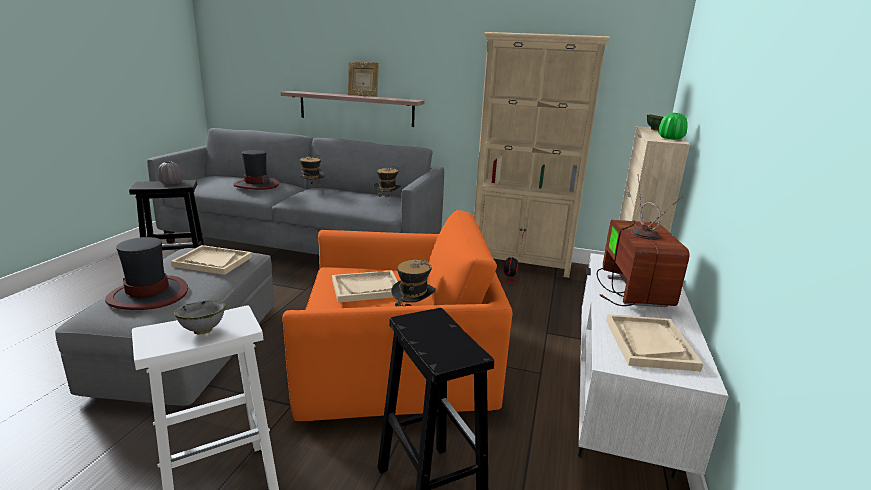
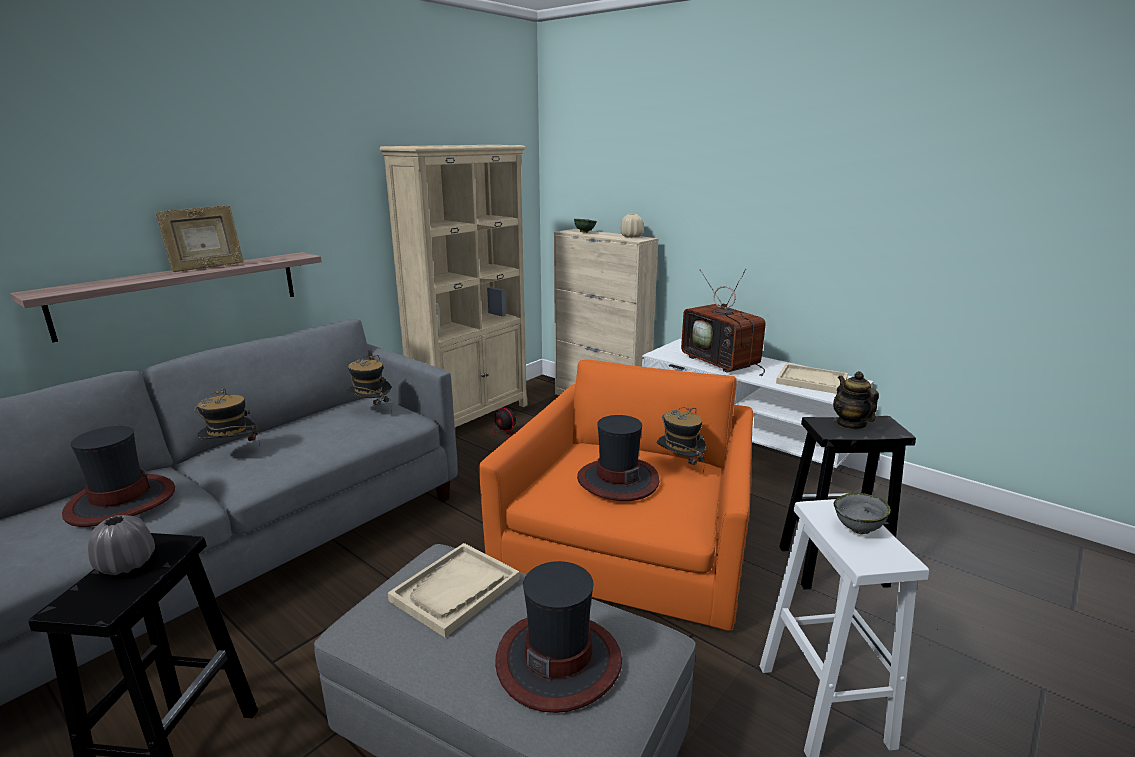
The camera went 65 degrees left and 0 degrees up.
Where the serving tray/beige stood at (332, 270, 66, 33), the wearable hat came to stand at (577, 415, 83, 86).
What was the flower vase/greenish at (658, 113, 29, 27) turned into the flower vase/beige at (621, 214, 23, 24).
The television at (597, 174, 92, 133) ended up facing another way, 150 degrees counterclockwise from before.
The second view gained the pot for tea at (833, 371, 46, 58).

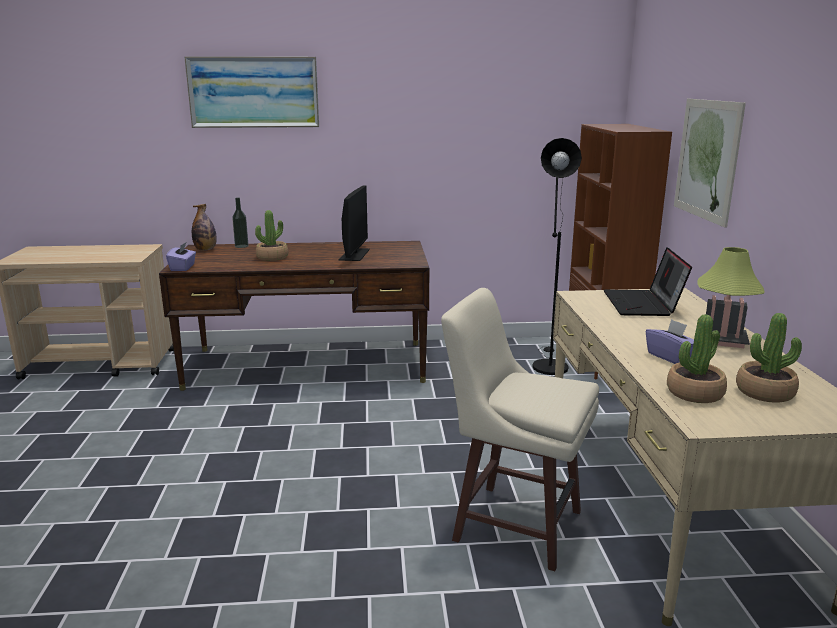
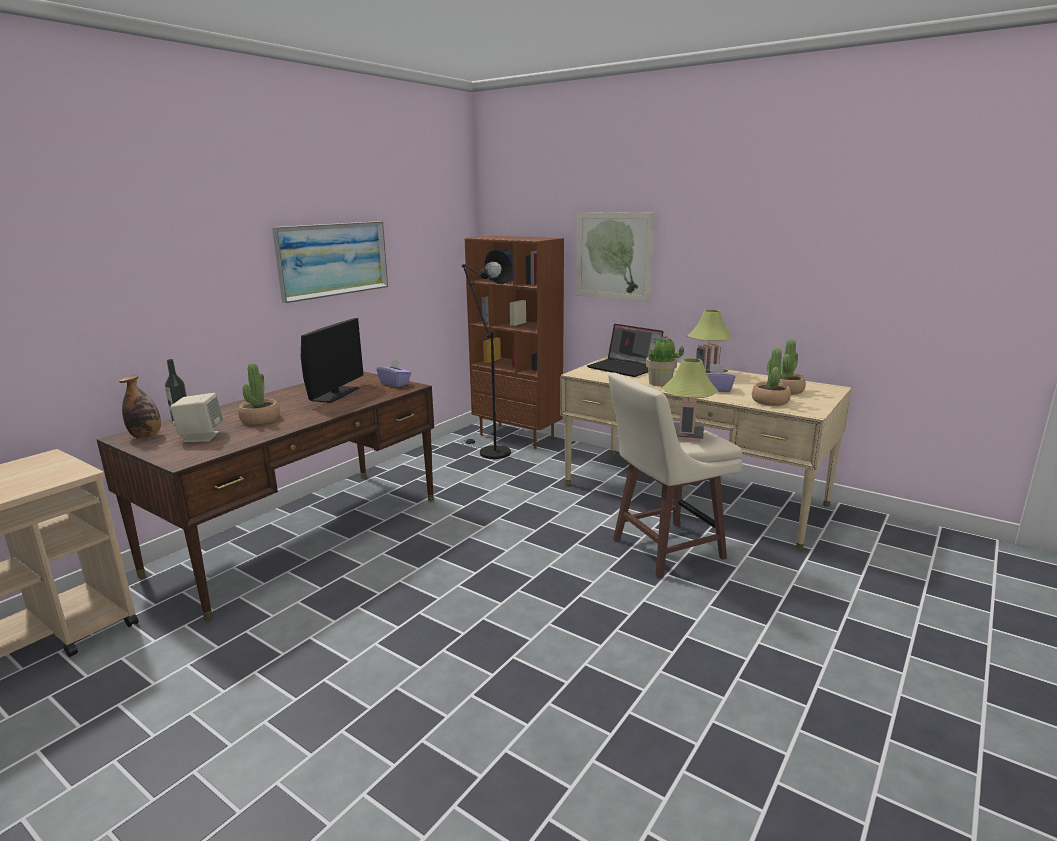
The camera went 50 degrees left and 0 degrees up.
The second view gained the audio speaker/beige at (170, 393, 53, 49).
The wall art ended up elsewhere, having gone from (184, 56, 135, 72) to (272, 221, 116, 82).
The computer display at (339, 186, 31, 75) ended up facing another way, 60 degrees clockwise from before.
The tissue box/purple-coloured ended up elsewhere, having gone from (166, 243, 30, 28) to (377, 359, 34, 28).
The second view gained the potted plant at (646, 335, 38, 51).
The second view gained the lamp for a table at (662, 358, 57, 84).

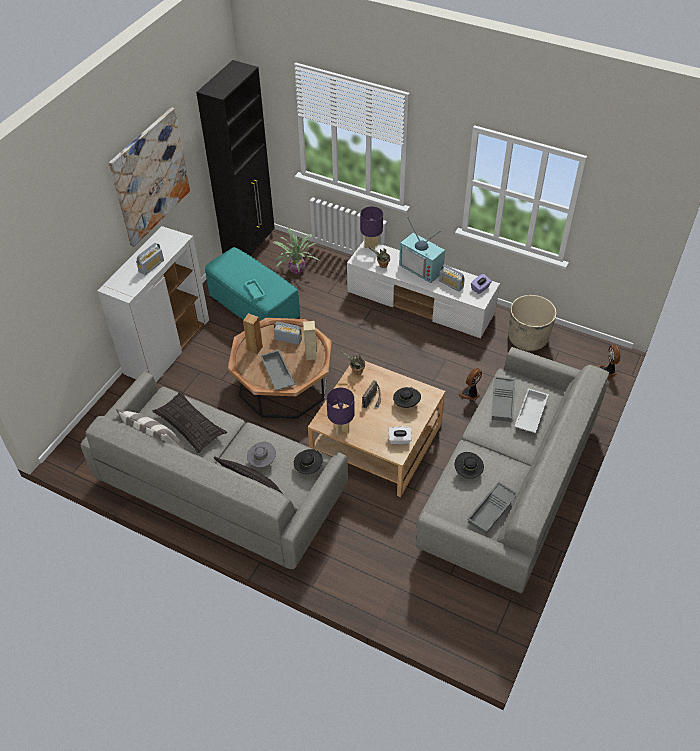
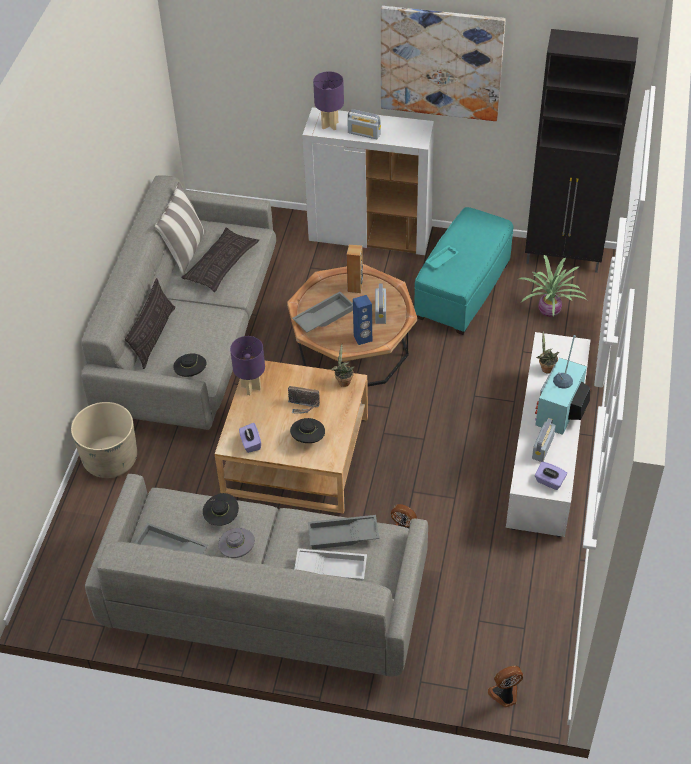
The camera went 75 degrees right and 0 degrees up.
The flower pot/beige ended up elsewhere, having gone from (508, 295, 48, 56) to (71, 402, 66, 76).
The wearable hat/gray ended up elsewhere, having gone from (247, 442, 29, 26) to (218, 528, 37, 30).
What was the tissue box/whitish at (388, 426, 24, 18) turned into the tissue box/purple-coloured at (239, 423, 22, 30).
The lamp for a table/purple-coloured ended up elsewhere, having gone from (360, 206, 23, 44) to (313, 71, 31, 59).
What was the audio speaker/beige at (303, 321, 14, 39) turned into the audio speaker/blue at (353, 295, 19, 50).

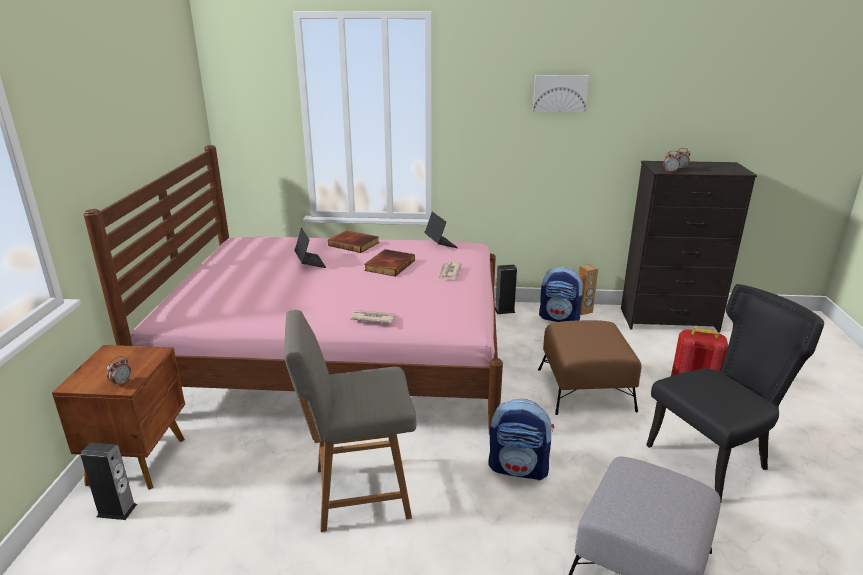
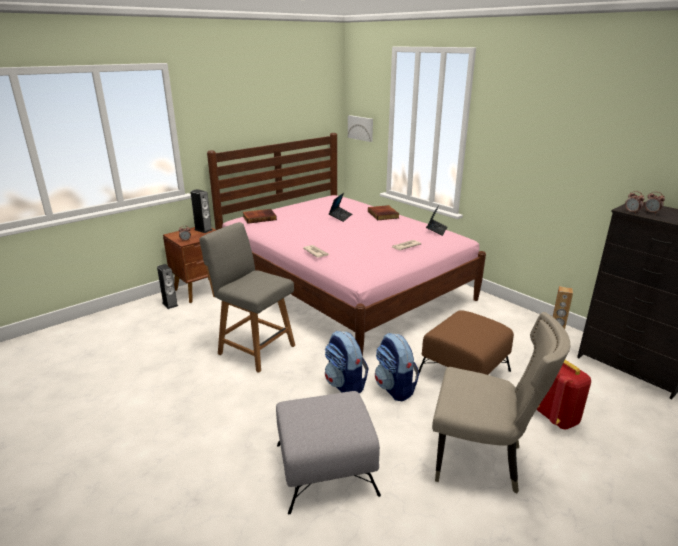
The camera went 45 degrees right and 0 degrees up.
The audio speaker ended up elsewhere, having gone from (495, 265, 22, 49) to (190, 189, 23, 44).
The volume ended up elsewhere, having gone from (364, 249, 51, 28) to (243, 209, 34, 15).
The wall art ended up elsewhere, having gone from (533, 75, 56, 37) to (348, 115, 25, 27).
The rucksack ended up elsewhere, having gone from (539, 267, 46, 55) to (375, 333, 45, 68).
What was the upright chair/black-coloured at (646, 284, 178, 217) turned into the upright chair/beige at (432, 312, 138, 181).

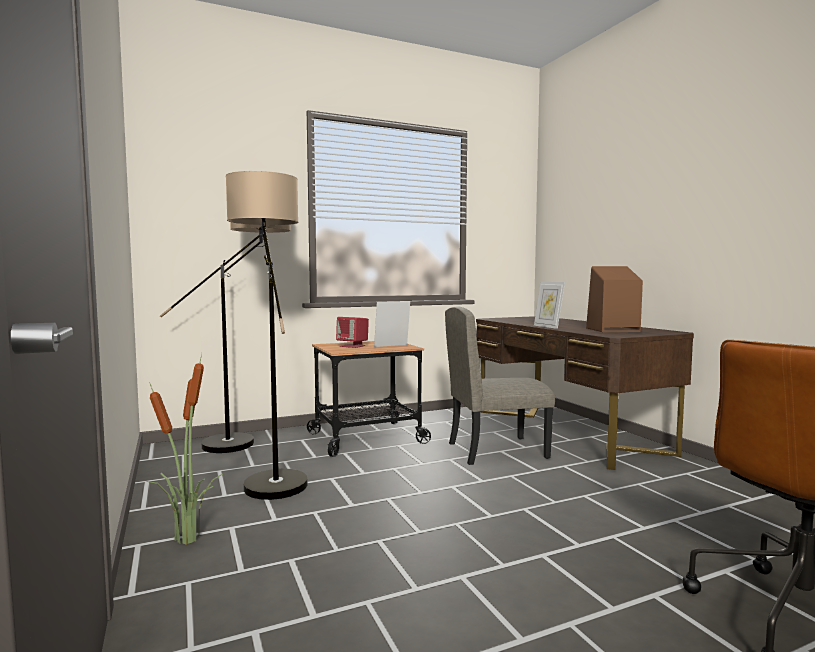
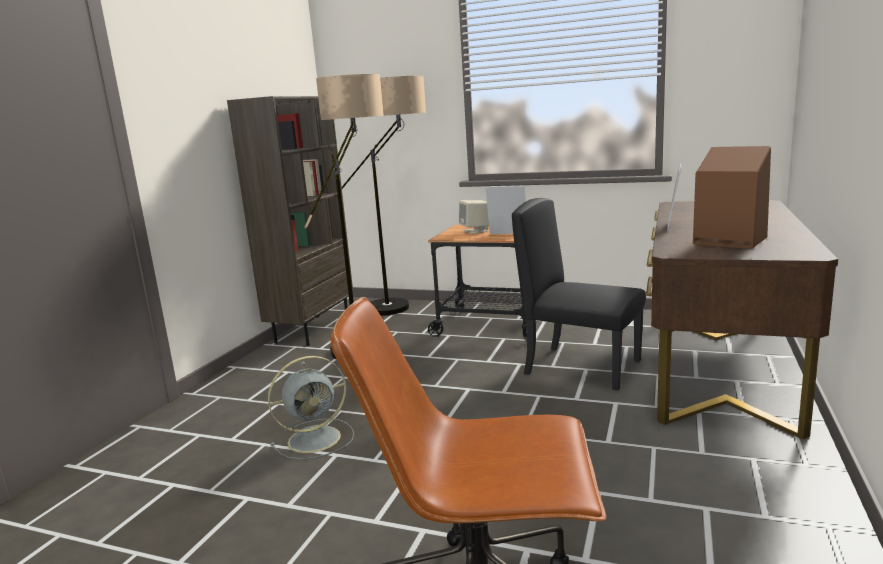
The camera went 45 degrees right and 10 degrees up.
The second view gained the shelving unit/brownish at (227, 96, 126, 250).
The second view gained the fan/gray at (268, 356, 86, 104).
What was the audio speaker/red at (336, 317, 33, 31) turned into the audio speaker/beige at (459, 200, 30, 34).
What was the upright chair/beige at (445, 307, 110, 158) turned into the upright chair/black-coloured at (512, 198, 134, 193).
The second view lost the potted plant at (146, 354, 77, 191).

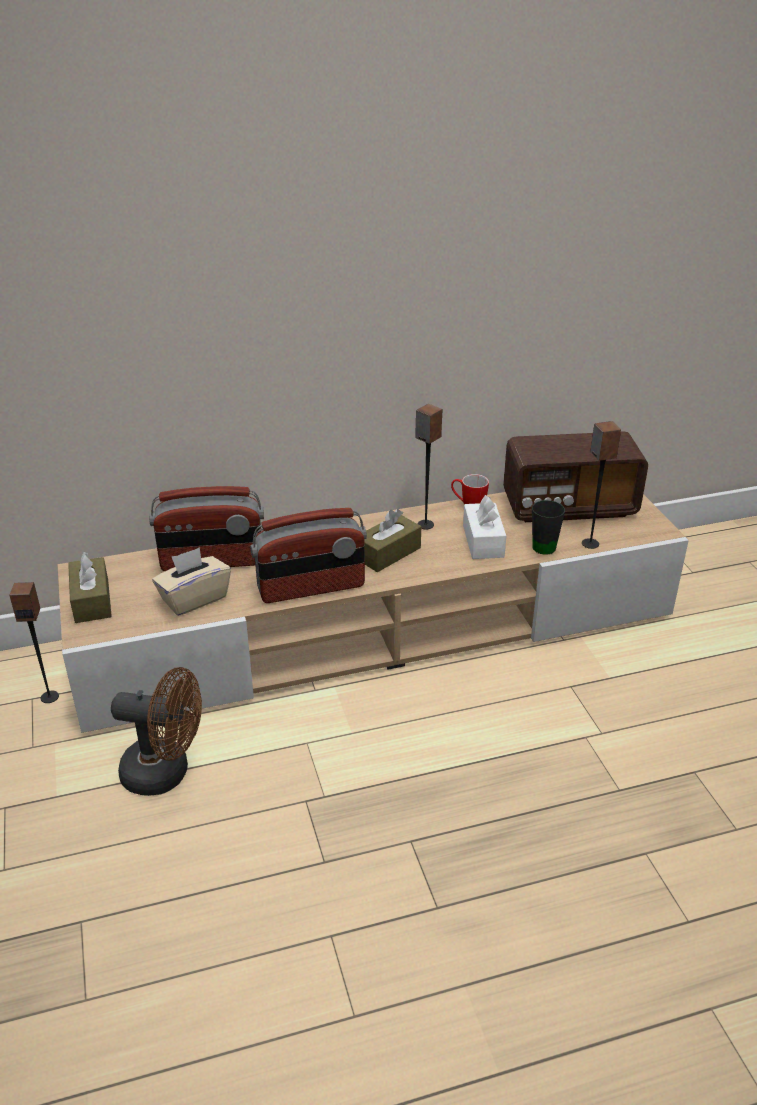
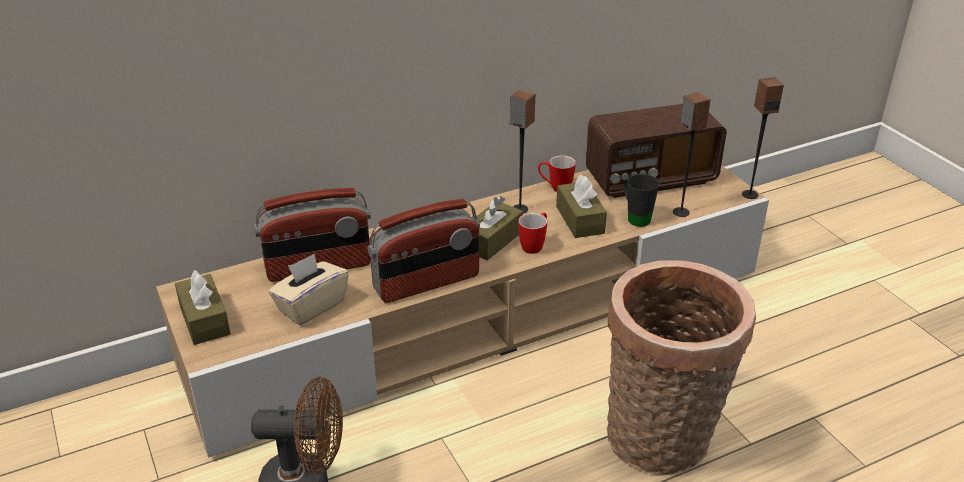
The camera went 10 degrees left and 0 degrees up.
The second view gained the coffee mug at (518, 213, 29, 41).
What was the tissue box/whitish at (463, 495, 43, 64) turned into the tissue box/brownish at (556, 175, 51, 63).
The second view gained the storage basket at (607, 260, 149, 215).
The audio speaker ended up elsewhere, having gone from (9, 582, 50, 121) to (742, 77, 42, 122).

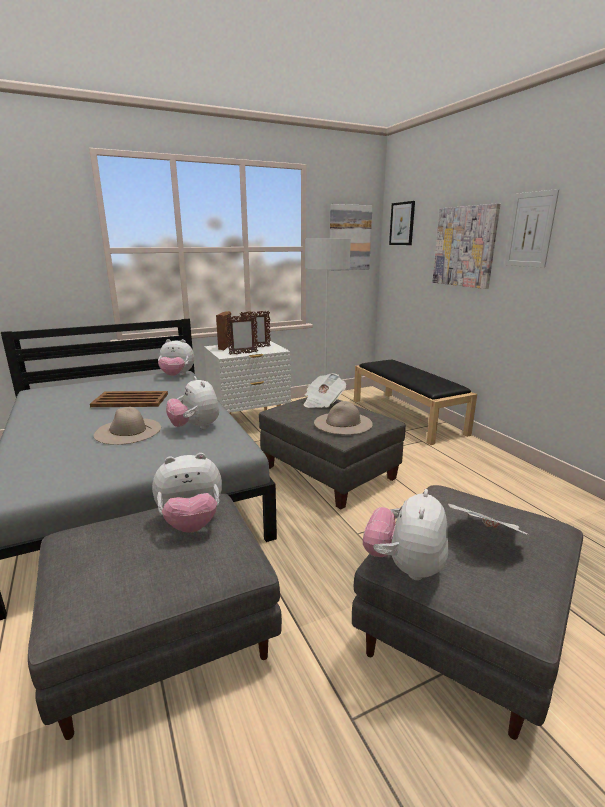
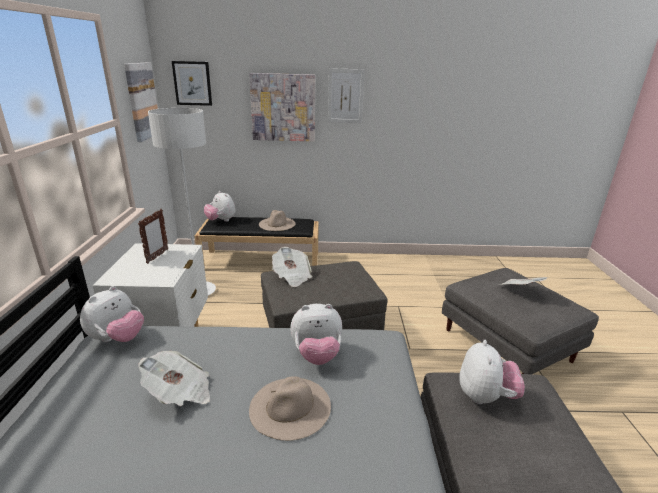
The camera went 65 degrees left and 5 degrees up.
Where the serving tray/brownish stood at (90, 391, 78, 16), the daily paper came to stand at (138, 351, 72, 55).
The plush toy ended up elsewhere, having gone from (363, 489, 85, 91) to (204, 191, 32, 31).
The wearable hat/beige ended up elsewhere, having gone from (314, 401, 59, 34) to (259, 210, 36, 21).
The second view lost the audio speaker/brownish at (216, 311, 15, 39).
The second view lost the standing frame at (226, 314, 32, 41).

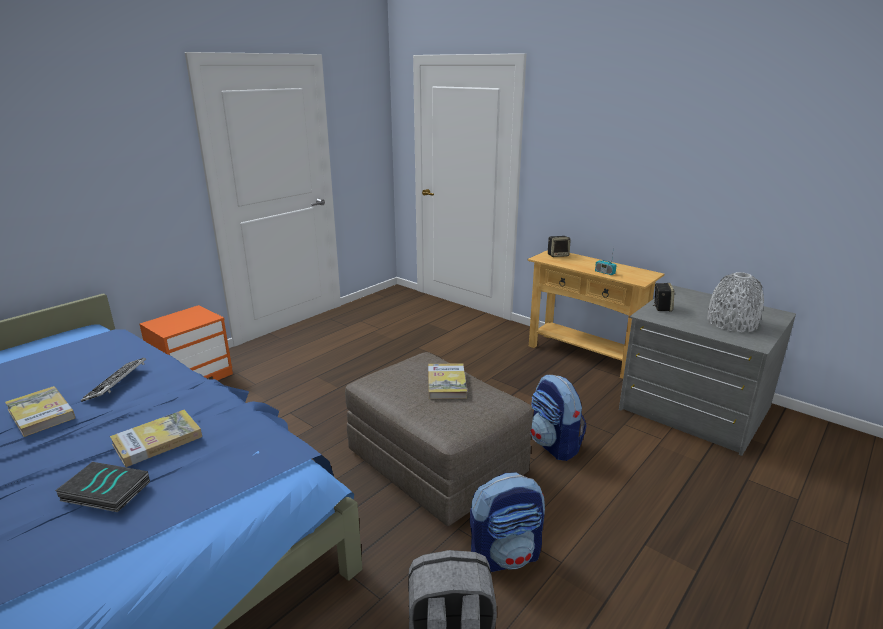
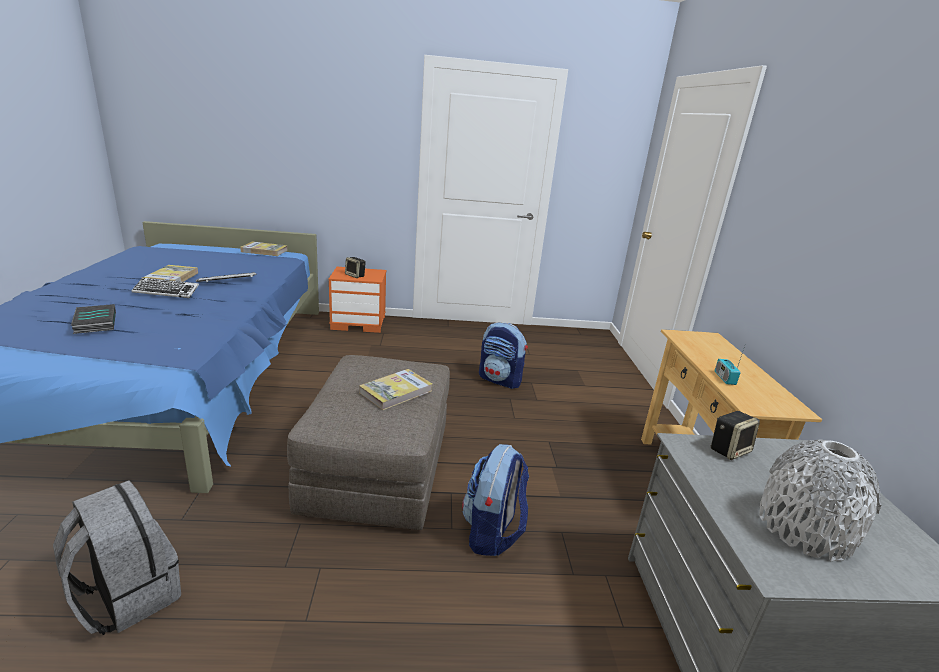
The camera went 45 degrees right and 0 degrees up.
The second view gained the keyboard at (131, 278, 68, 20).
The volume ended up elsewhere, having gone from (110, 410, 92, 57) to (240, 242, 47, 14).
The audio speaker ended up elsewhere, having gone from (548, 236, 23, 21) to (345, 257, 21, 21).
The rucksack ended up elsewhere, having gone from (470, 472, 75, 100) to (479, 322, 49, 67).

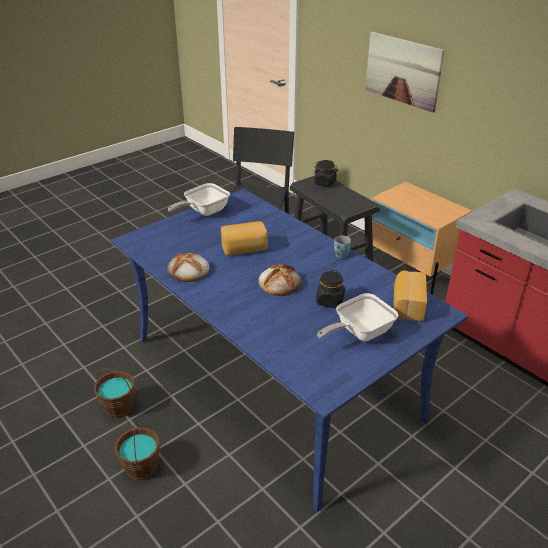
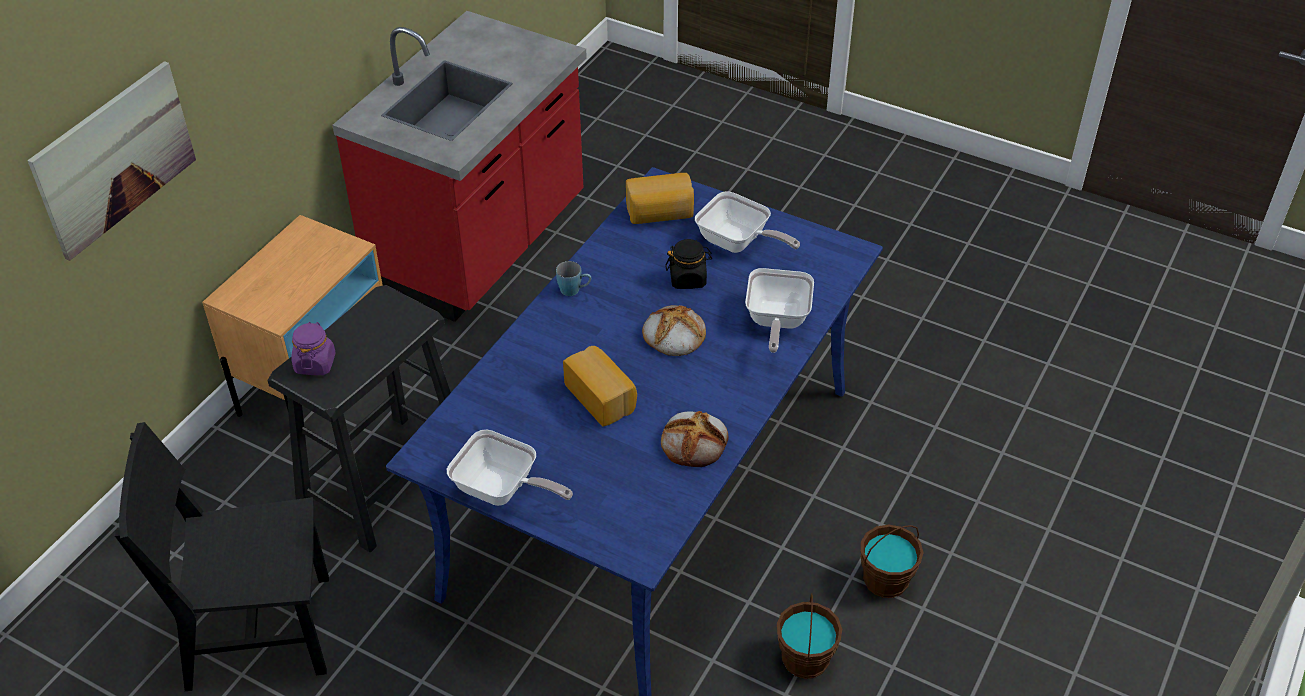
The camera went 110 degrees left and 10 degrees up.
What was the jar/black-coloured at (314, 160, 24, 27) turned into the jar/purple-coloured at (291, 322, 45, 53).
The second view gained the frying pan at (745, 268, 69, 85).

